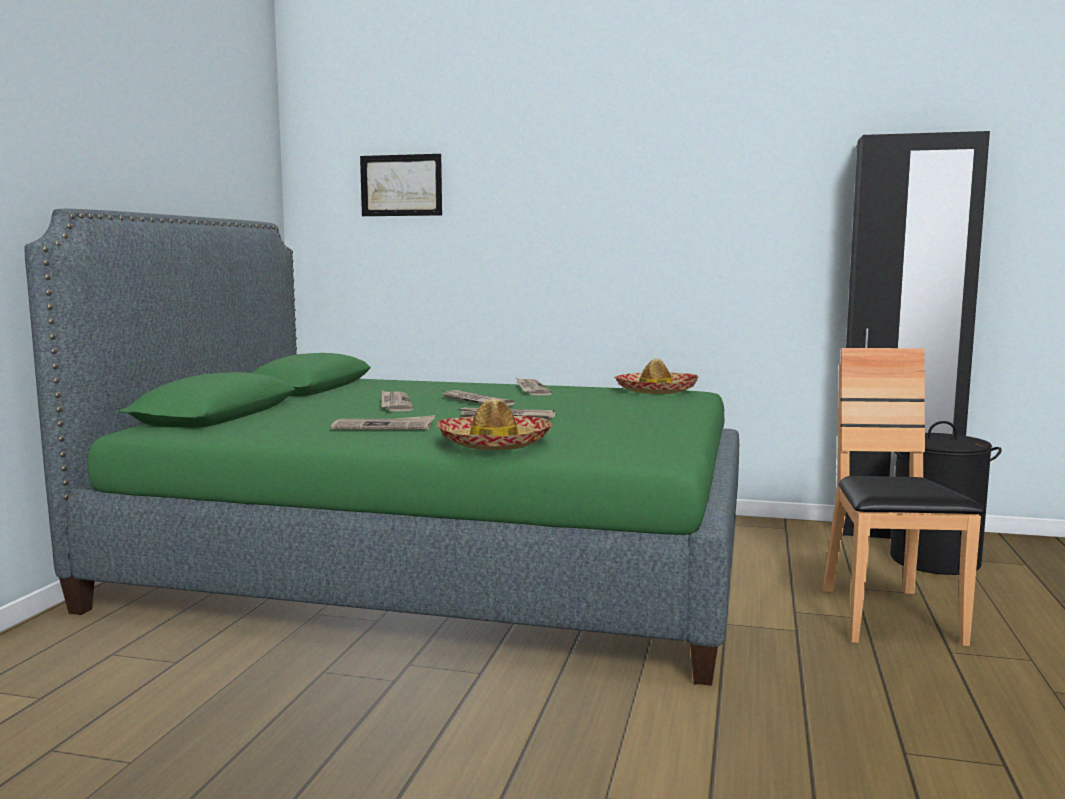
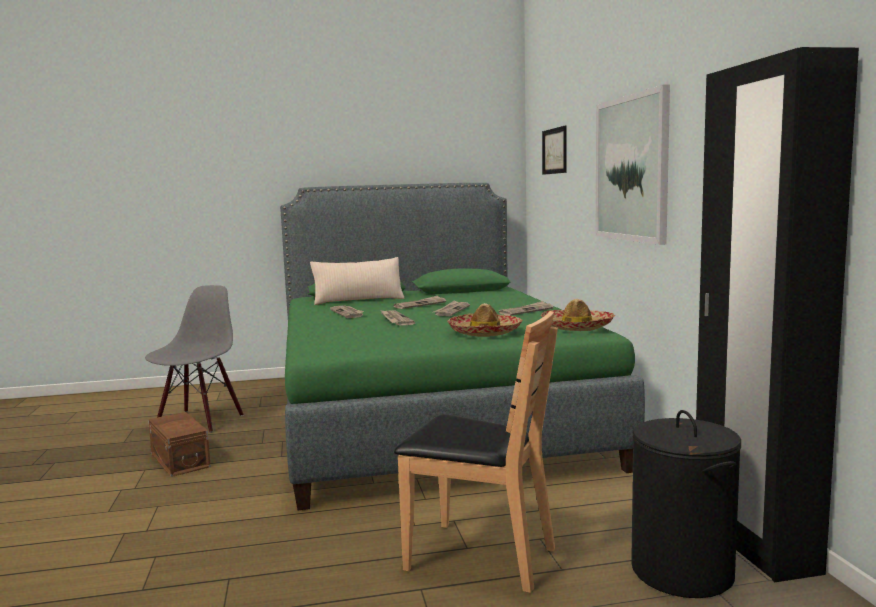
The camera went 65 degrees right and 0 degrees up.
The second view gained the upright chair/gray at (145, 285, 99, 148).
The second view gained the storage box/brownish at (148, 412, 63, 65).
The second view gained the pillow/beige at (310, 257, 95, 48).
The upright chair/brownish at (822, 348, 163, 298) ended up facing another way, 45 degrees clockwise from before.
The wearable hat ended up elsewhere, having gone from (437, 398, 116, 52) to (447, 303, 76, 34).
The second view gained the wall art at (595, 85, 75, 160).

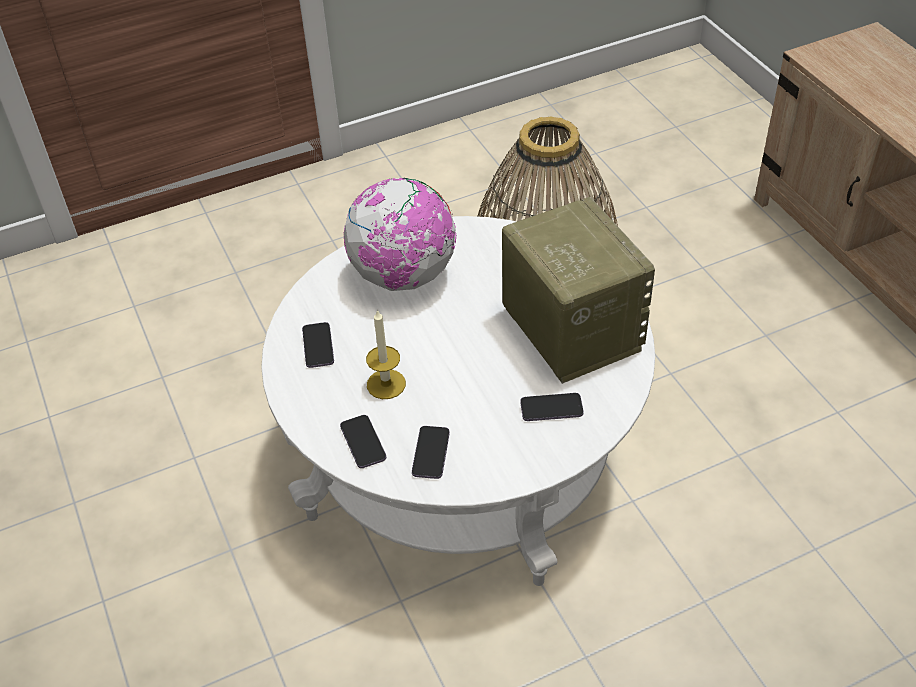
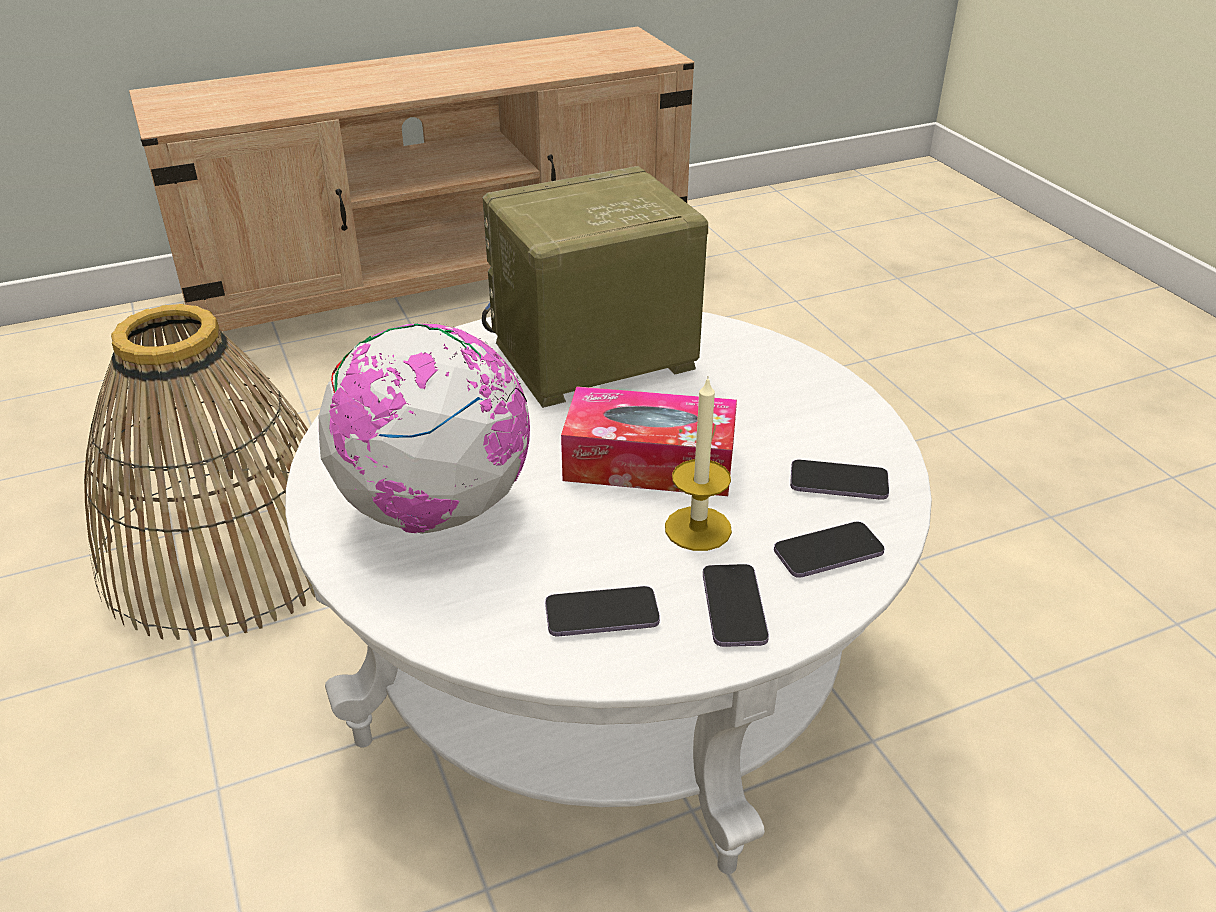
The camera went 90 degrees left and 10 degrees down.
The second view gained the tissue box at (561, 386, 176, 110).
The handset ended up elsewhere, having gone from (520, 393, 64, 28) to (703, 564, 66, 83).

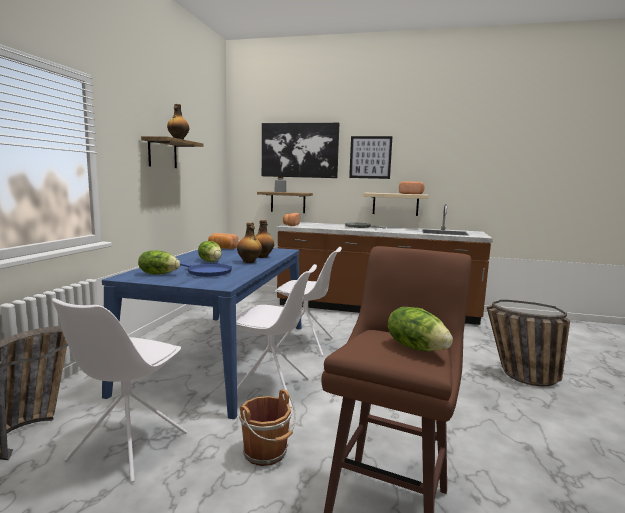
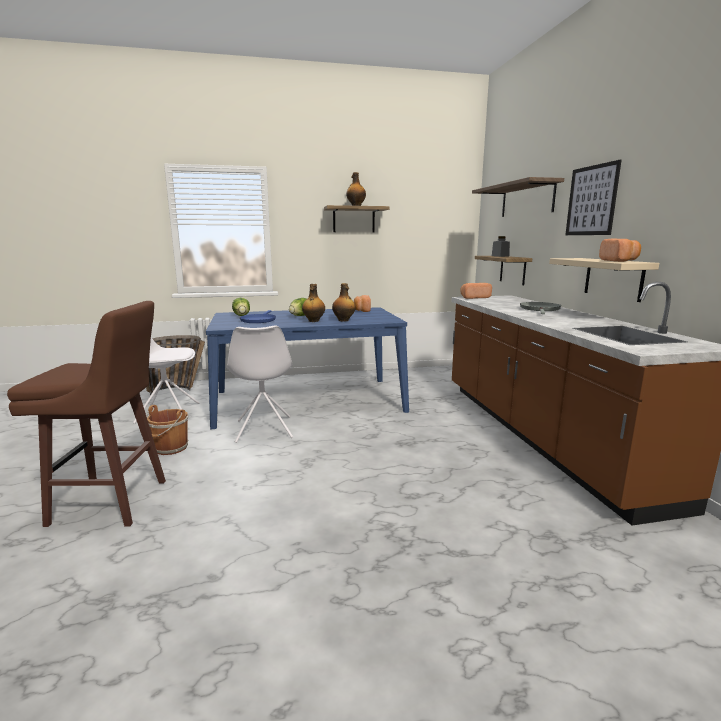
The camera went 65 degrees right and 5 degrees up.
Where the wall art hung at (262, 123, 77, 55), the shelf came to hang at (472, 177, 92, 40).
The second view lost the upright chair/whitish at (275, 247, 67, 110).
The second view lost the lettuce head at (388, 307, 65, 44).
The second view lost the storage basket at (487, 300, 83, 86).

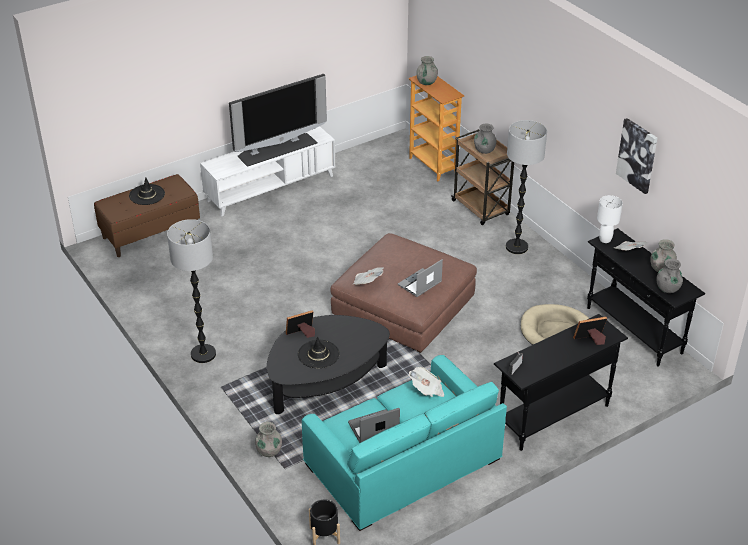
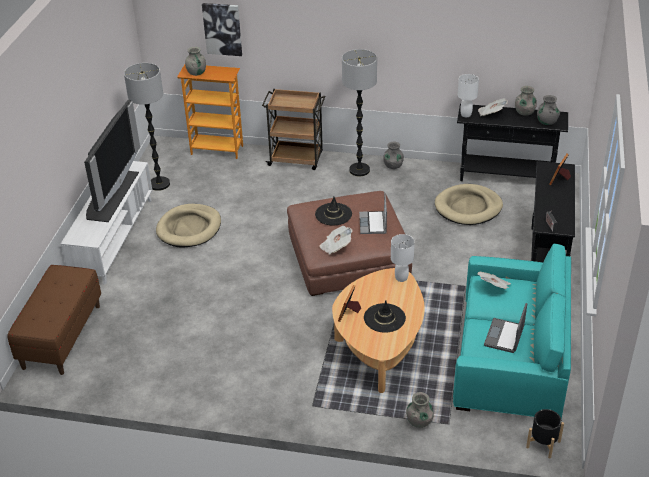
The camera went 45 degrees left and 0 degrees up.
The floor lamp ended up elsewhere, having gone from (167, 219, 49, 144) to (124, 63, 46, 128).
The second view gained the dog bed/beige at (156, 204, 65, 43).
The wall art ended up elsewhere, having gone from (616, 118, 41, 76) to (202, 3, 40, 53).
The wearable hat/black-coloured ended up elsewhere, having gone from (129, 177, 36, 28) to (315, 196, 37, 29).
What was the lounge table/black-coloured at (267, 315, 123, 99) turned into the lounge table/beige at (332, 268, 93, 125).
The flower vase/gray ended up elsewhere, having gone from (474, 124, 23, 30) to (383, 142, 21, 27).
The second view gained the lamp for a table/whitish at (391, 234, 24, 48).

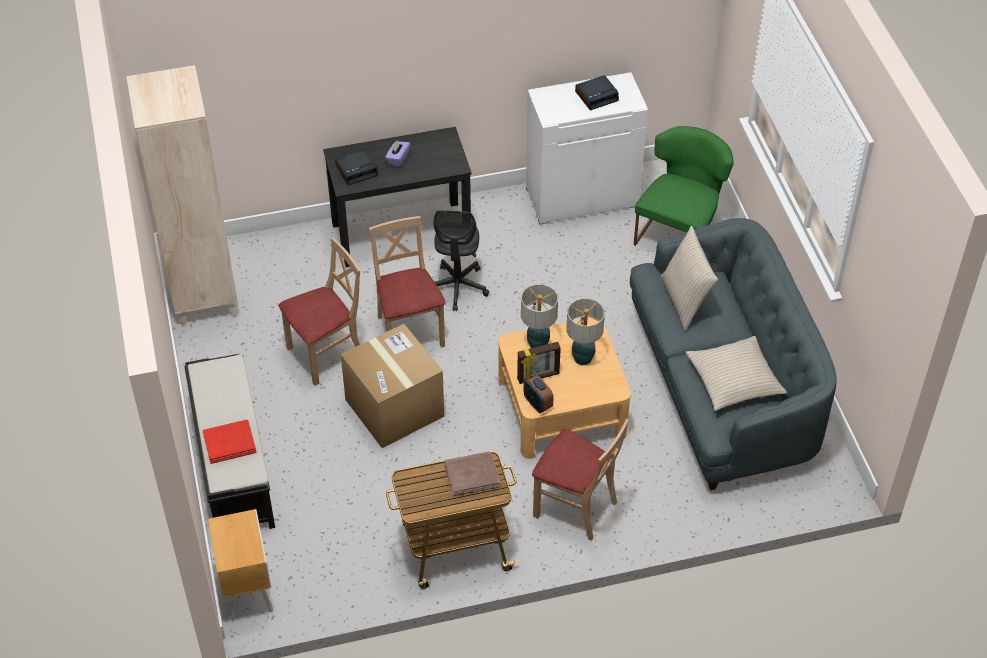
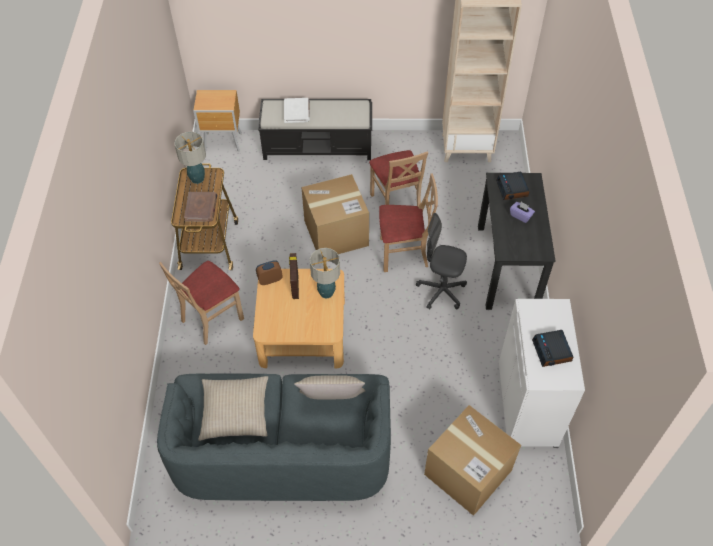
The camera went 105 degrees right and 5 degrees up.
The lamp for a table ended up elsewhere, having gone from (566, 298, 39, 67) to (175, 132, 31, 52).
What was the volume/red at (203, 420, 54, 44) turned into the volume/whitish at (284, 98, 26, 25).
Where the upright chair/greenish stood at (634, 126, 100, 120), the cardboard box came to stand at (424, 405, 97, 111).

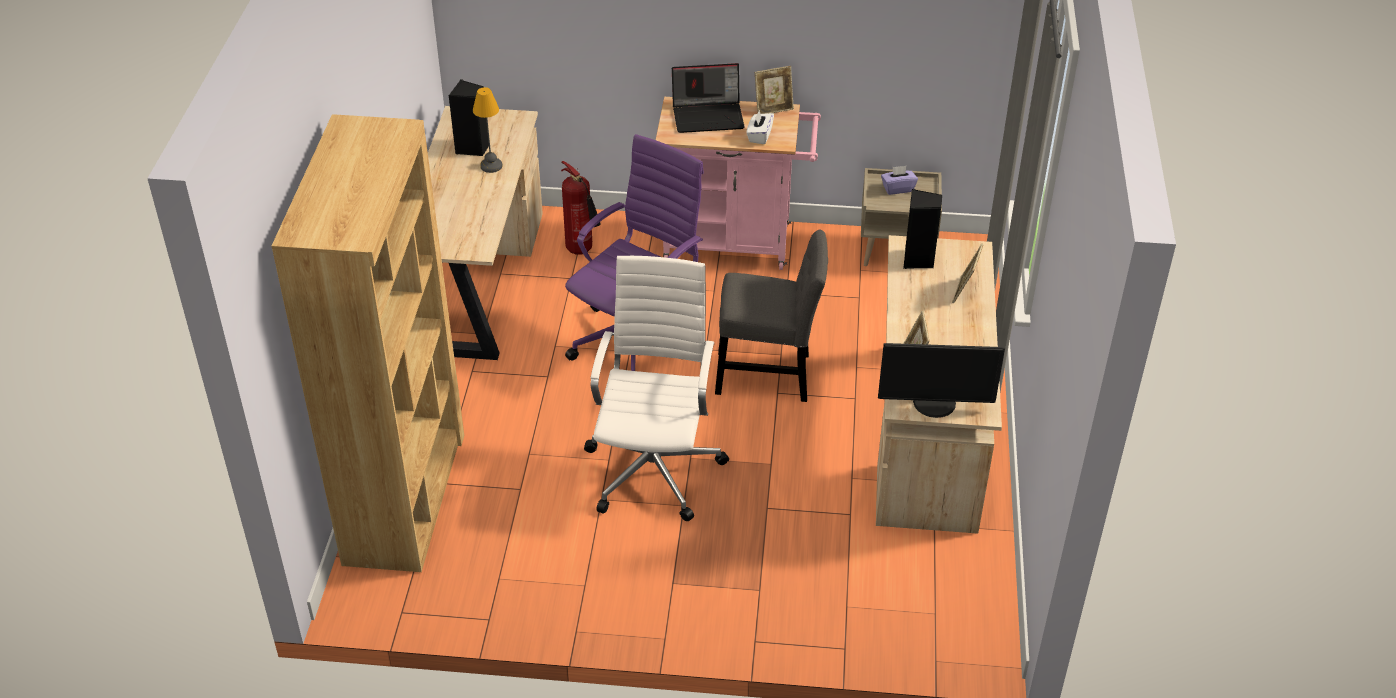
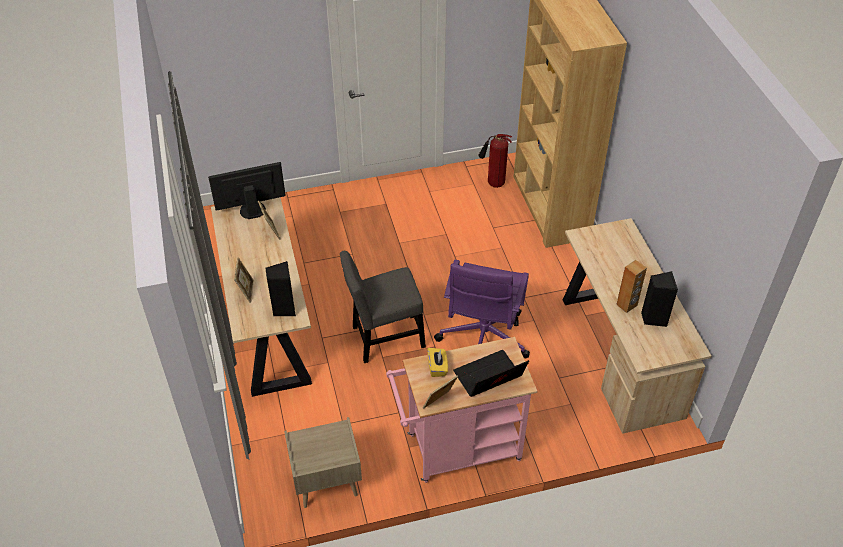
The camera went 160 degrees right and 5 degrees up.
What was the tissue box/whitish at (746, 110, 28, 34) turned into the tissue box/yellowish at (428, 348, 20, 29).
The fire extinguisher ended up elsewhere, having gone from (561, 161, 40, 93) to (478, 134, 34, 54).
Where the lamp for a table stood at (473, 87, 30, 86), the audio speaker/brownish came to stand at (616, 260, 31, 53).
The second view lost the computer chair/whitish at (584, 256, 145, 266).
The second view lost the tissue box/purple-coloured at (881, 166, 37, 29).

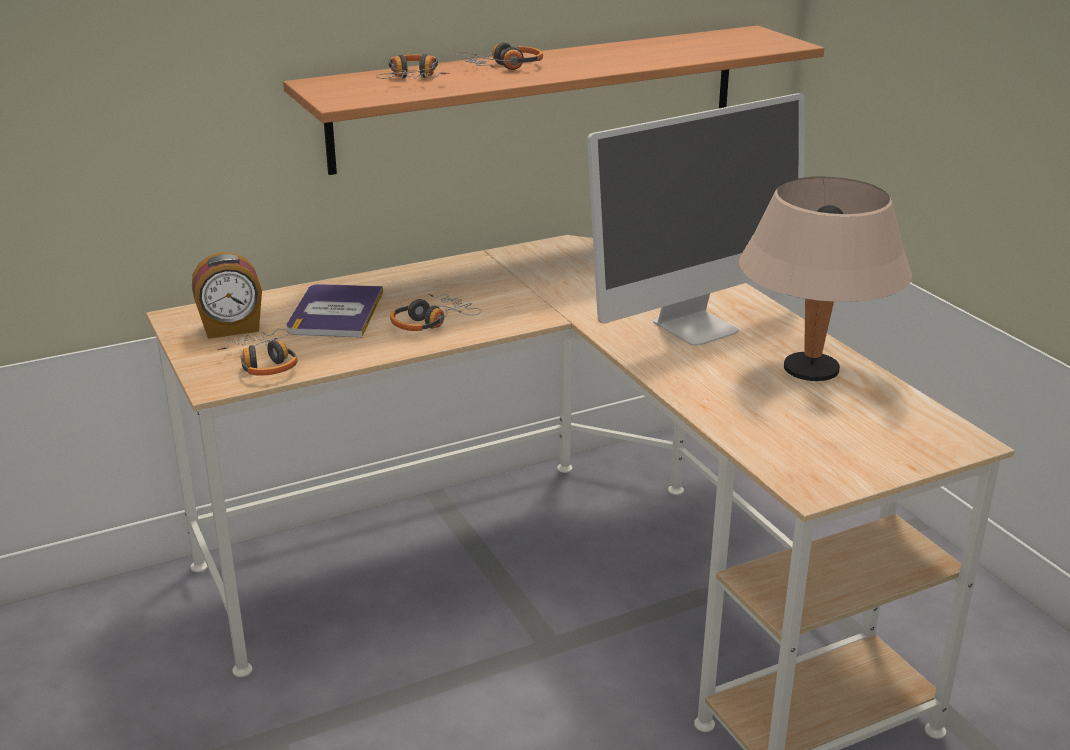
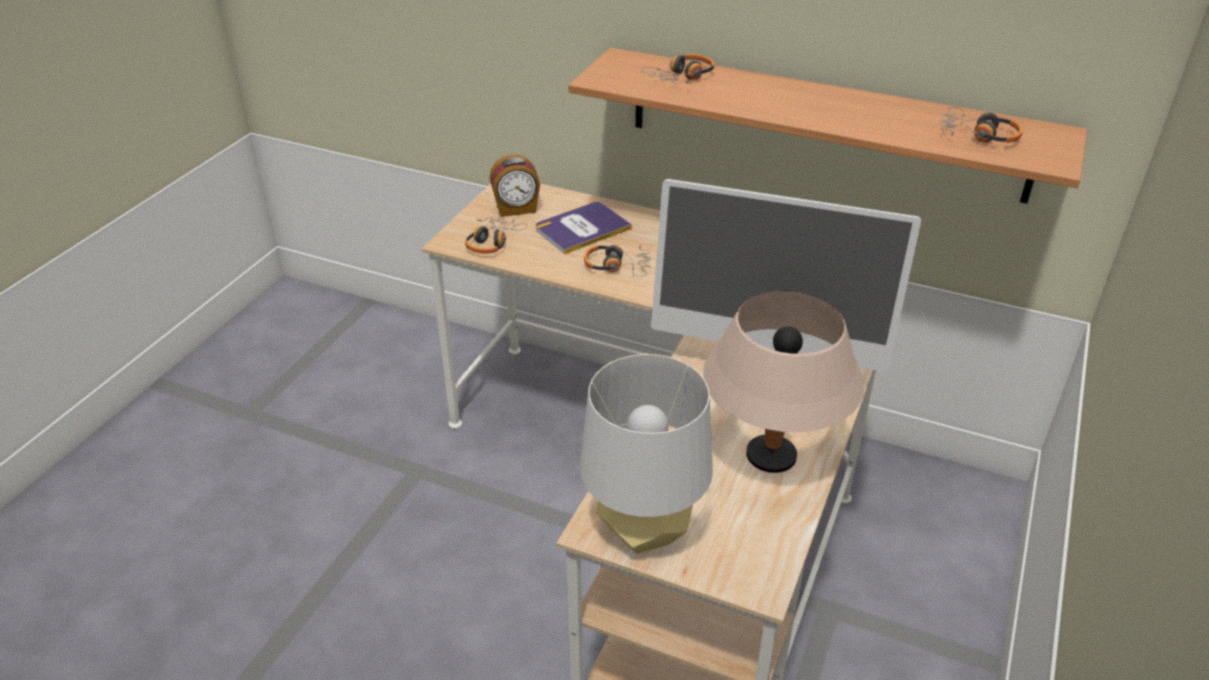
The camera went 50 degrees right and 10 degrees up.
The alarm clock at (192, 252, 70, 87) ended up facing another way, 45 degrees counterclockwise from before.
The second view gained the lamp for a table/gray at (580, 354, 133, 200).
The headphones ended up elsewhere, having gone from (455, 42, 88, 28) to (941, 107, 82, 36).

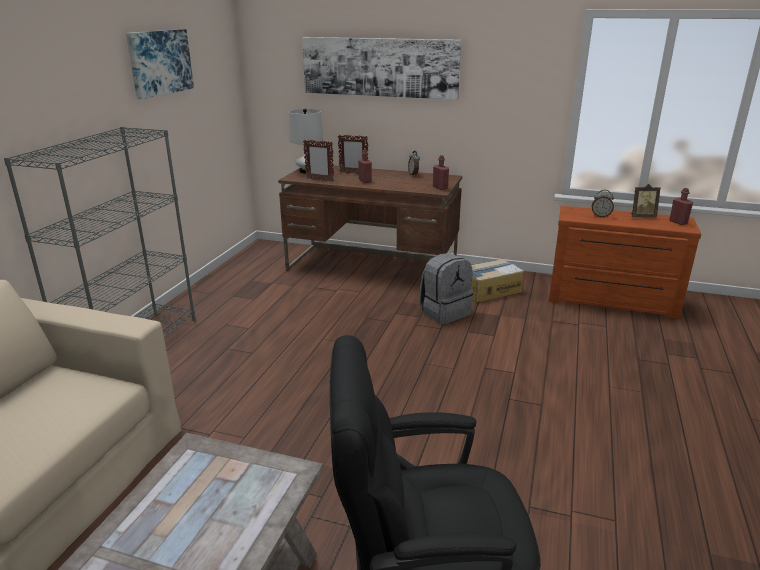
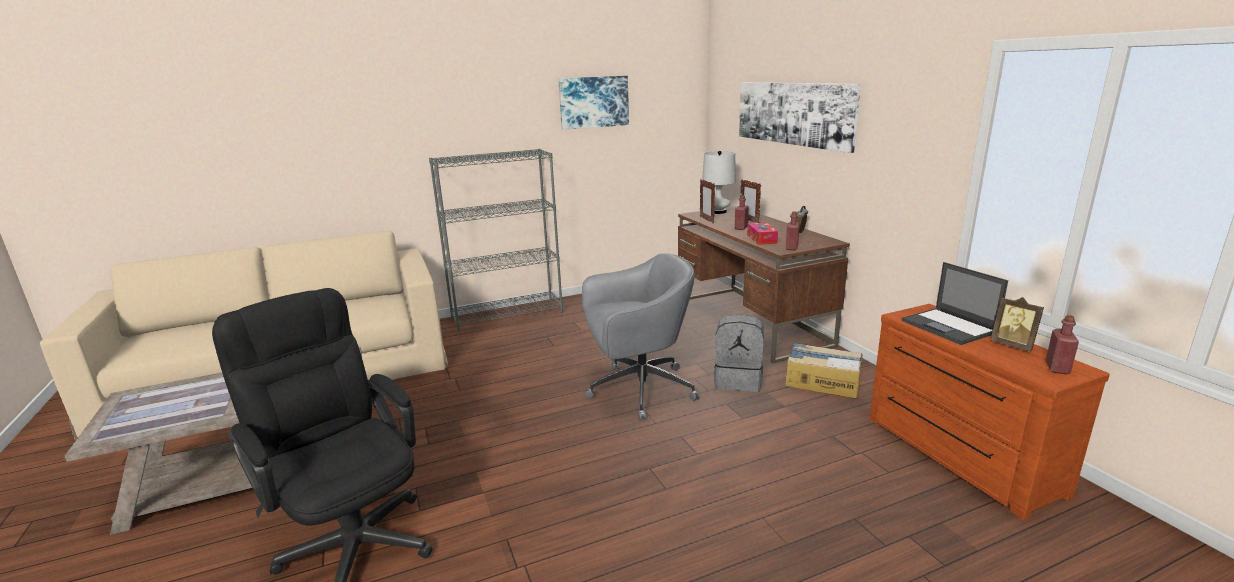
The camera went 50 degrees right and 5 degrees down.
The second view gained the computer chair/gray at (582, 253, 118, 168).
The second view gained the tissue box at (747, 222, 31, 23).
Where the alarm clock stood at (592, 190, 22, 27), the portable computer came to stand at (901, 262, 107, 83).

